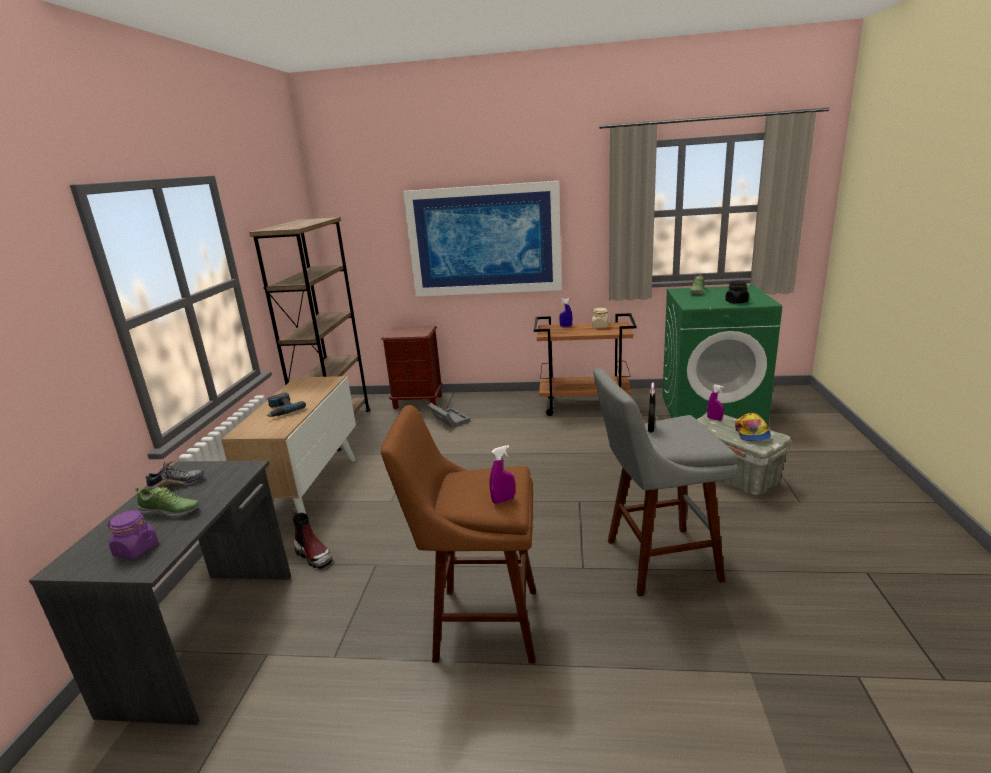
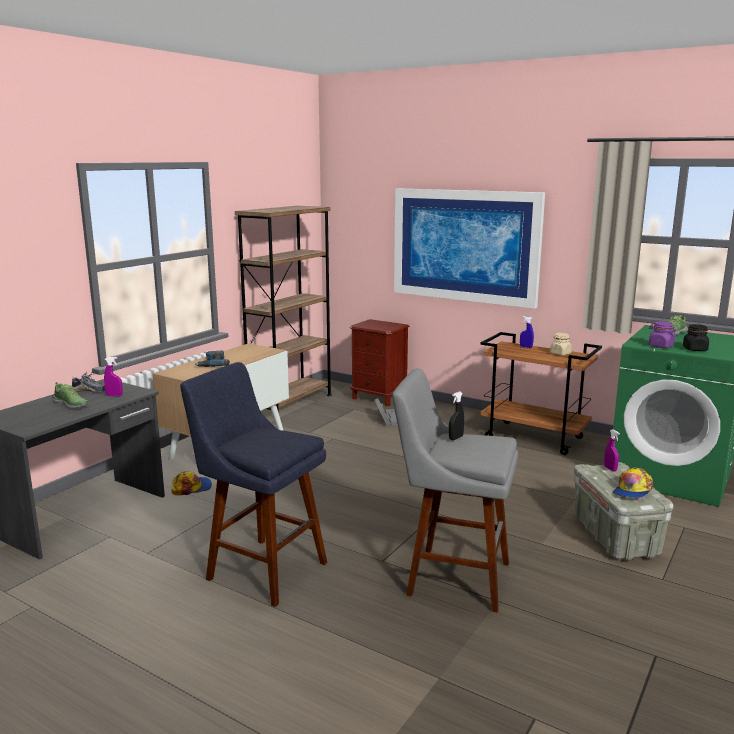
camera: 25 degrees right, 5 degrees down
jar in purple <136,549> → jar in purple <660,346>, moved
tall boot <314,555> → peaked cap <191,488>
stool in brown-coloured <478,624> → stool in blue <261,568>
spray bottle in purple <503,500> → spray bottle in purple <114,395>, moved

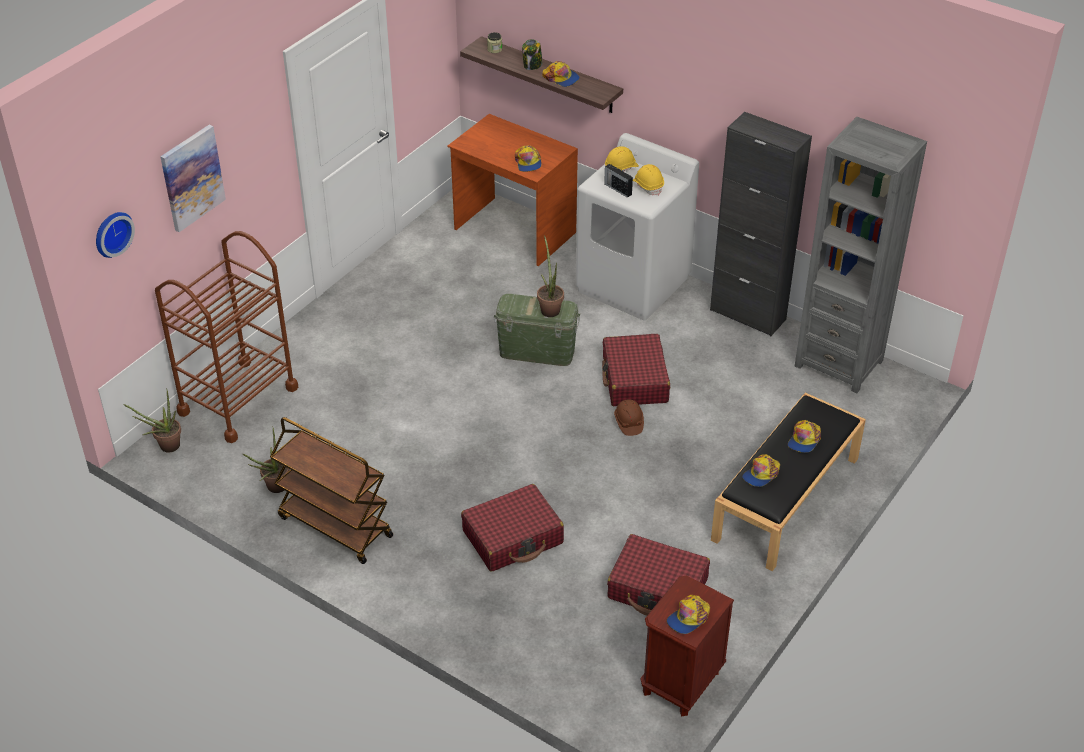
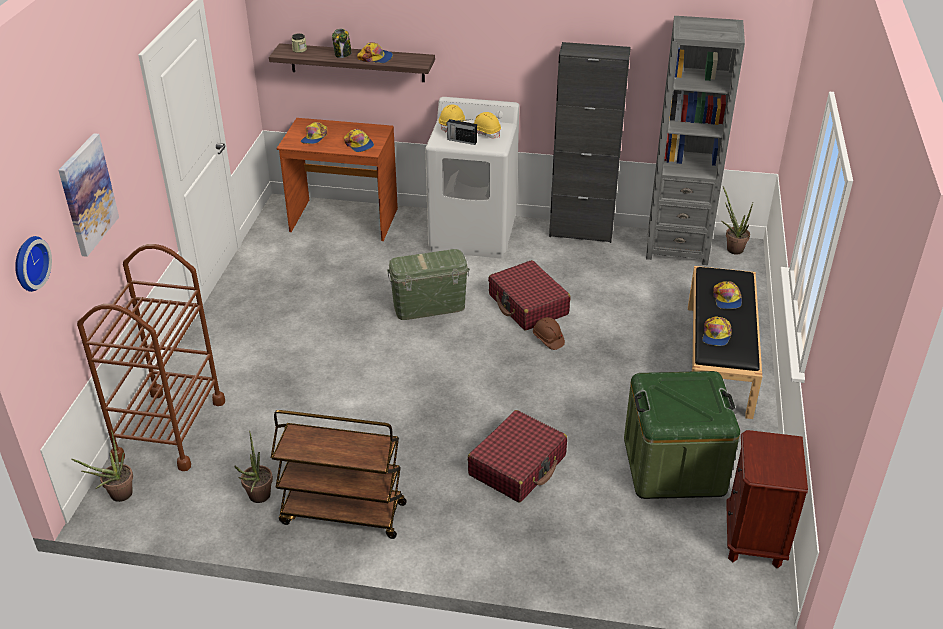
camera: 25 degrees left, 5 degrees down
potted plant <549,308> → potted plant <732,248>, moved
piece of luggage in red-coloured <658,589> → storage bin in green <674,466>
peaked cap <688,618> → peaked cap <314,138>, moved

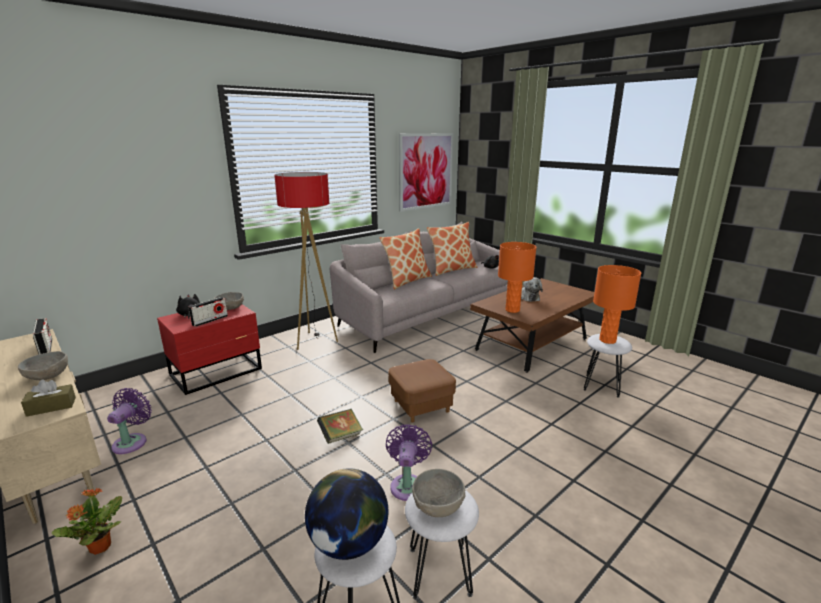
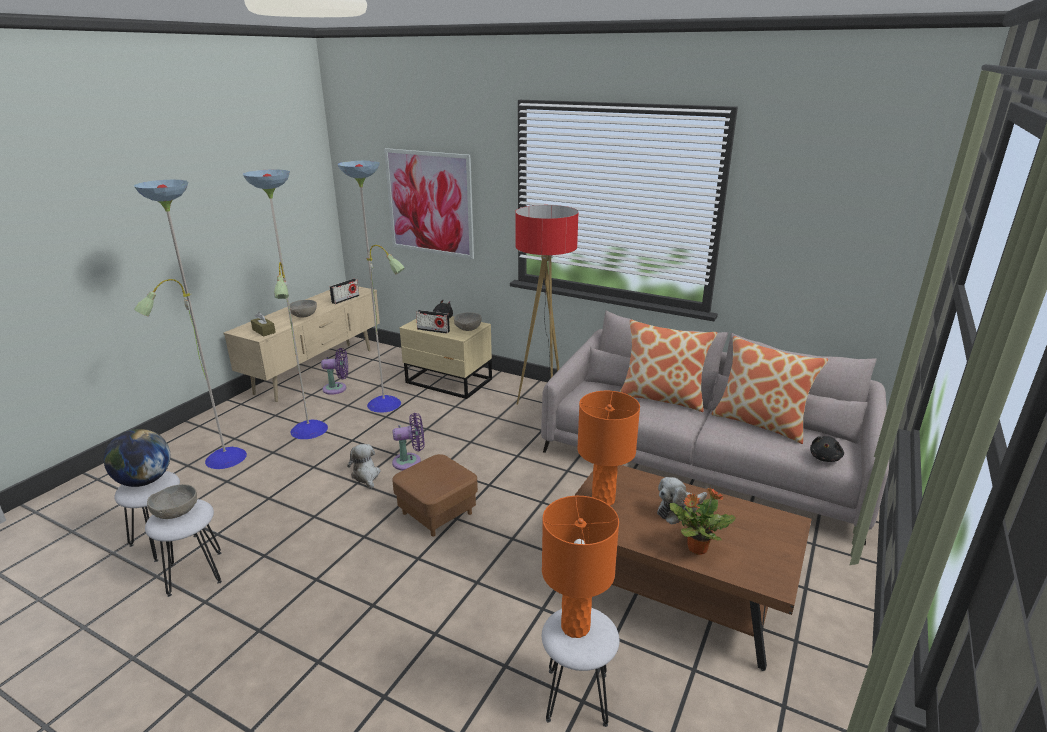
camera: 70 degrees right, 5 degrees up
potted plant <99,547> → potted plant <696,548>, moved
night table in red-coloured <218,372> → night table in sand-coloured <449,382>
volume <340,436> → plush toy <366,476>
fan in purple <408,484> → fan in purple <410,461>, moved
wall picture <426,171> → wall picture <429,203>, moved
- → standing lamp <310,431>

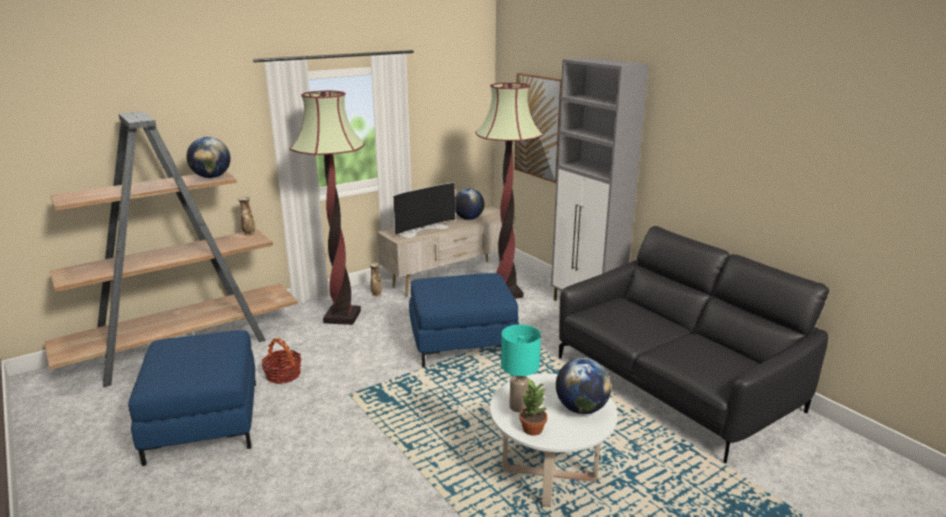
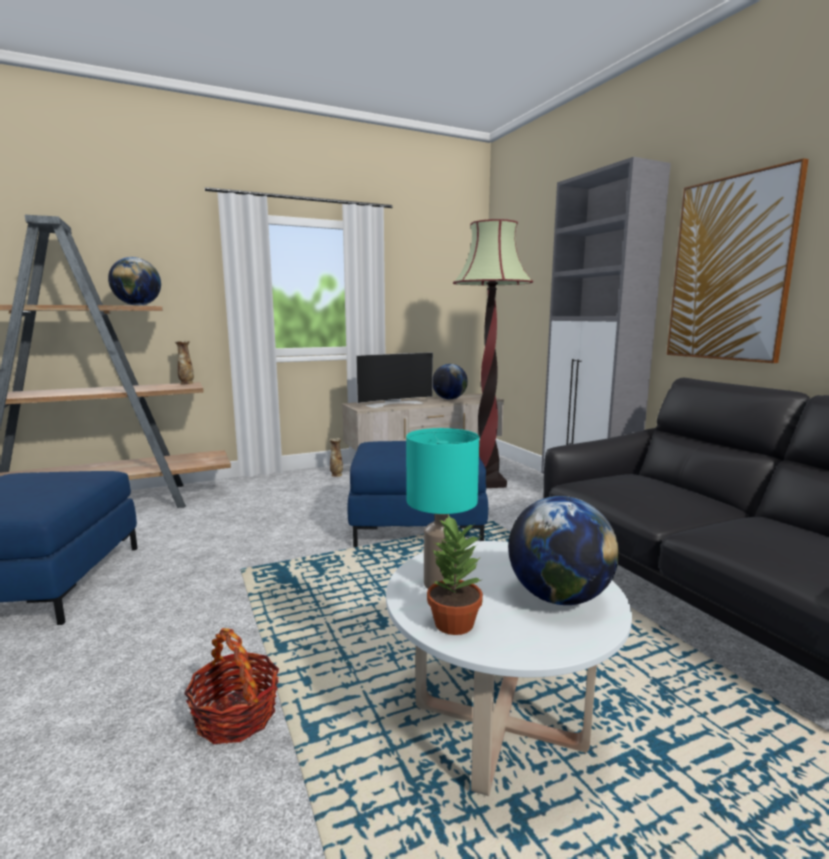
camera: 10 degrees right, 10 degrees down
storage basket <283,375> → storage basket <236,715>, moved
standing lamp <342,317> → -
wall picture <539,127> → wall picture <730,270>, moved

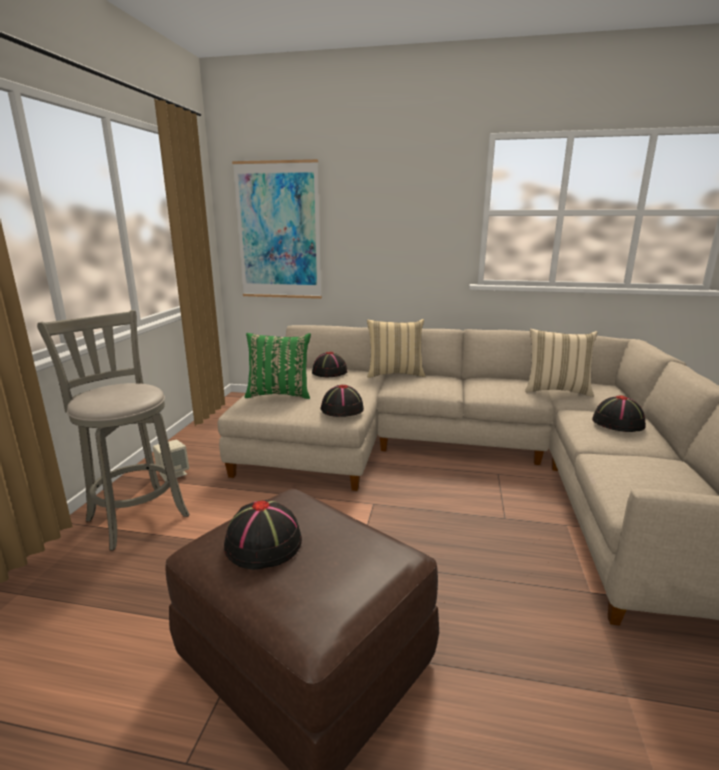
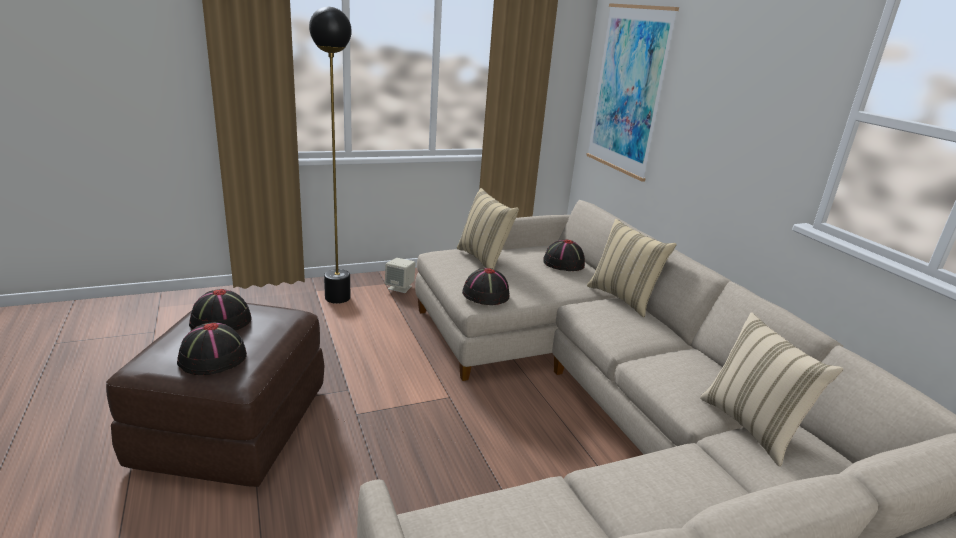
camera: 55 degrees right, 5 degrees up
stool in greyish <136,515> → standing lamp in black <338,298>
cushion in green <279,394> → cushion in sand-coloured <484,259>
wearable hat in black <618,423> → wearable hat in black <212,358>, moved

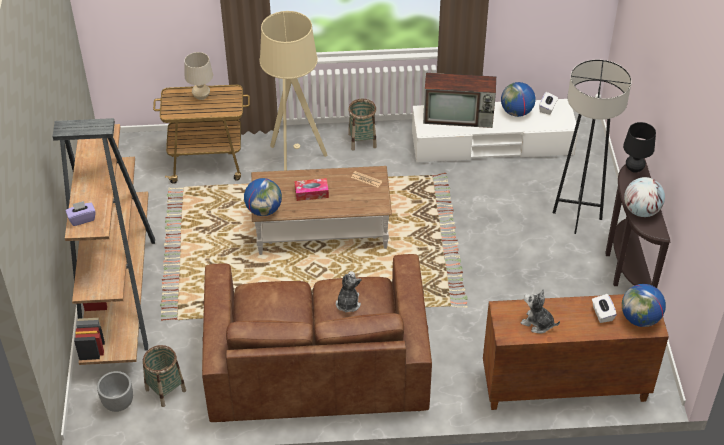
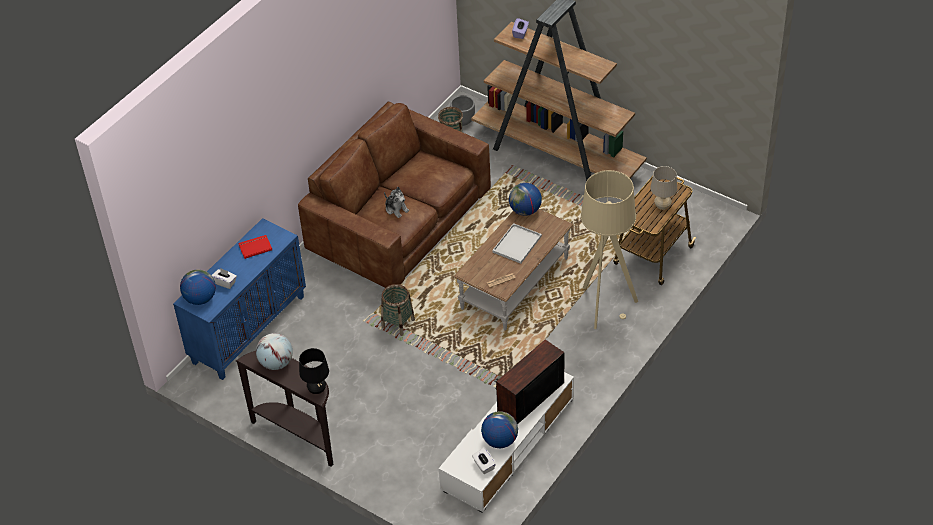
camera: 130 degrees right, 0 degrees up
tissue holder <311,193> → serving tray in white <517,243>
storage basket <362,140> → storage basket <398,323>, moved
cabinet in brown-coloured <563,387> → cabinet in blue <248,329>
plush toy <537,323> → volume in red-coloured <255,247>
standing lamp in greyish <577,216> → -

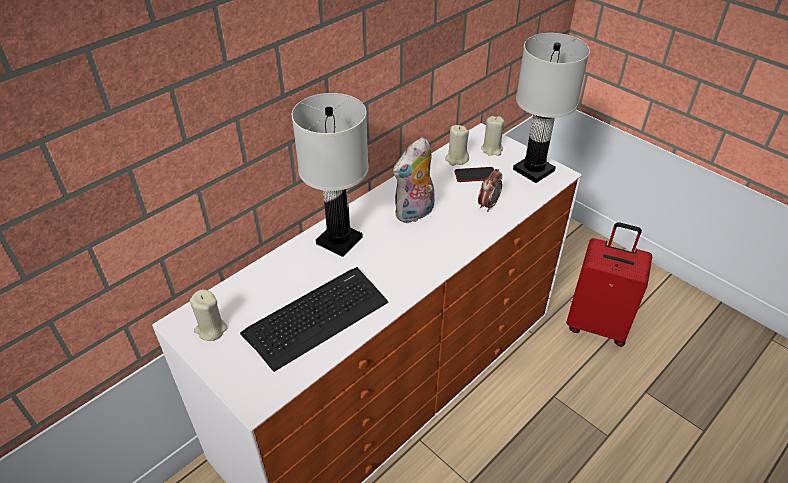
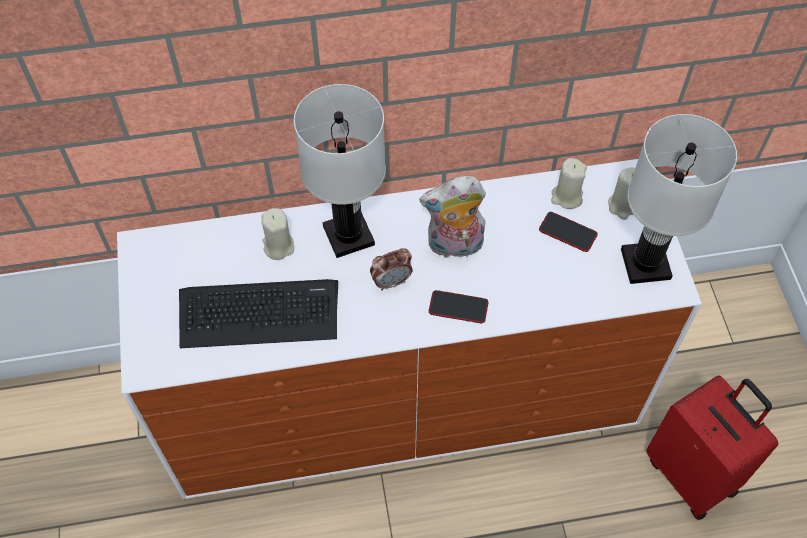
camera: 35 degrees right, 15 degrees up
wax light in sand-coloured <211,329> → wax light in sand-coloured <278,246>, moved
bedside clock <488,205> → bedside clock <391,281>, moved
- → phone <458,307>

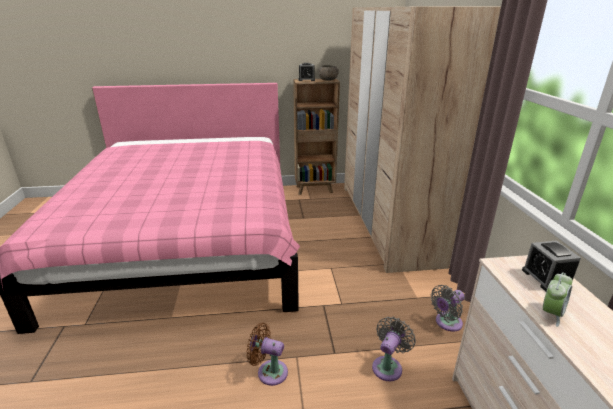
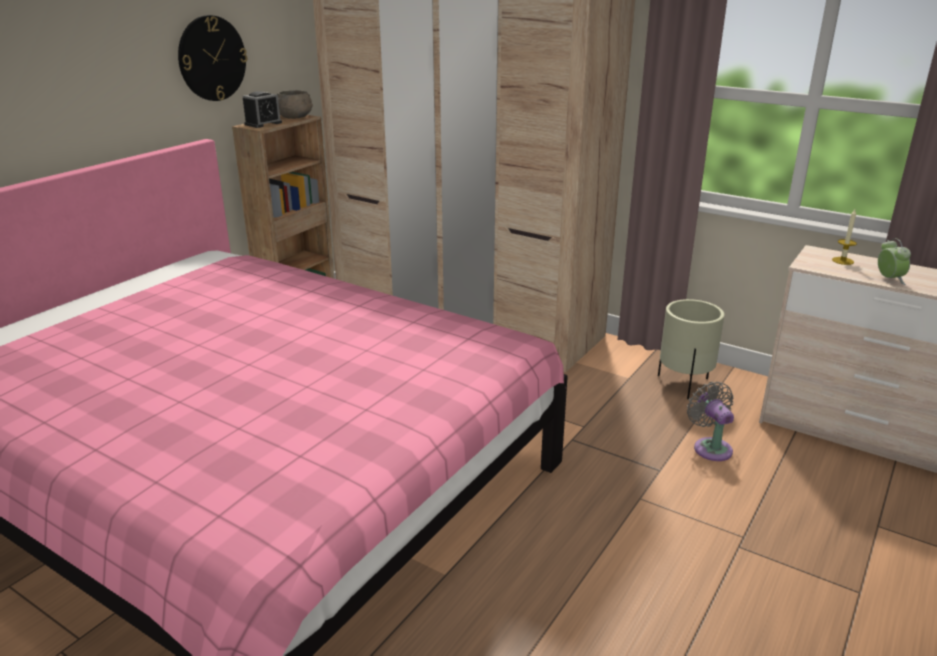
camera: 50 degrees left, 0 degrees up
fan in brown-coloured <269,371> → -
fan in greyish <446,323> → planter in sand-coloured <684,384>
bedside clock <545,279> → wax light <842,261>
- → clock on the wall <212,58>

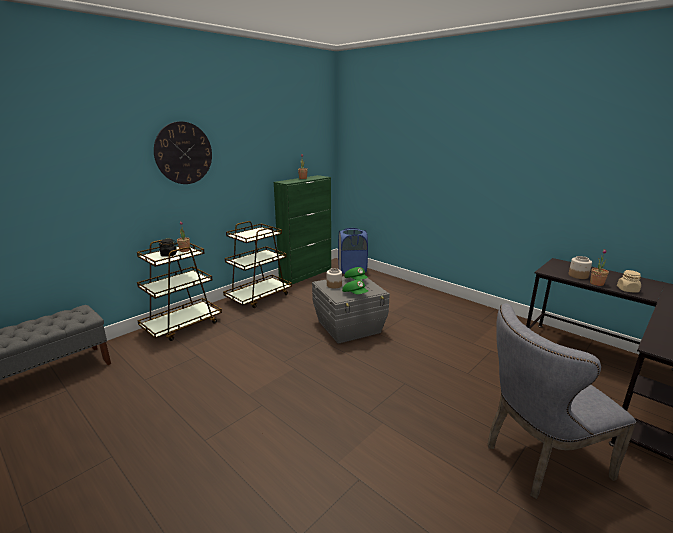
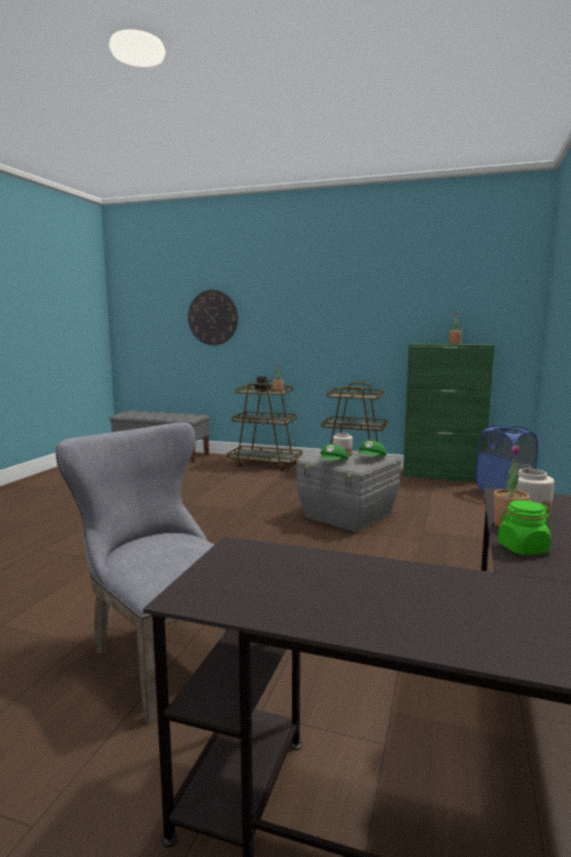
camera: 65 degrees right, 10 degrees down
clock on the wall <183,153> → clock on the wall <213,317>, moved
jar in sand-coloured <627,290> → jar in green <522,548>

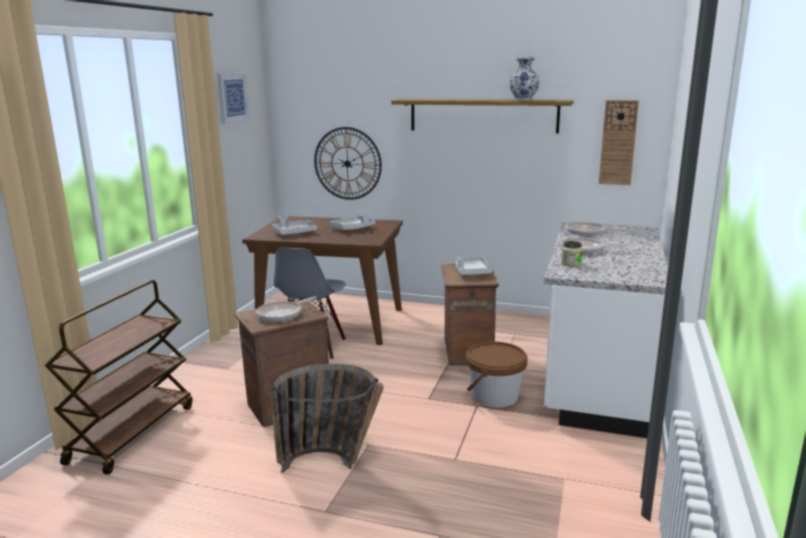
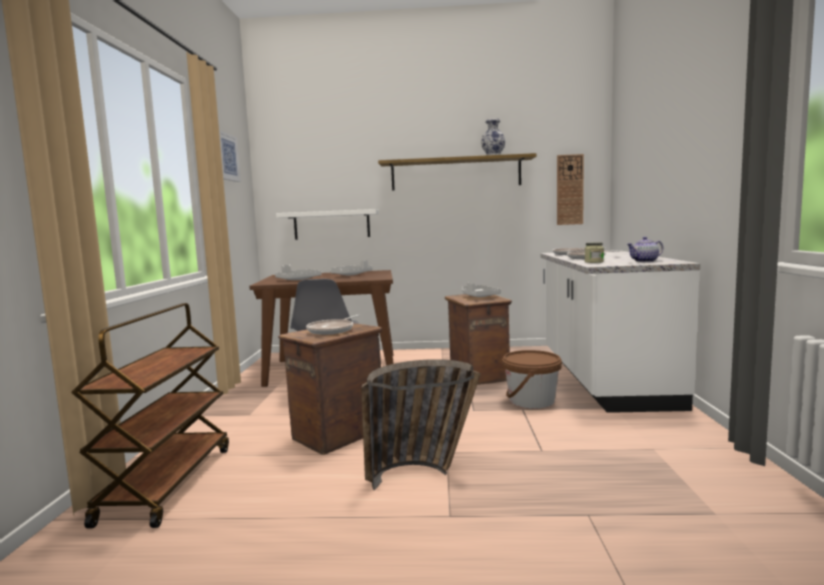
camera: 15 degrees left, 10 degrees down
clock on the wall <347,163> → bracket shelf in white <331,225>
- → tea pot <644,261>

